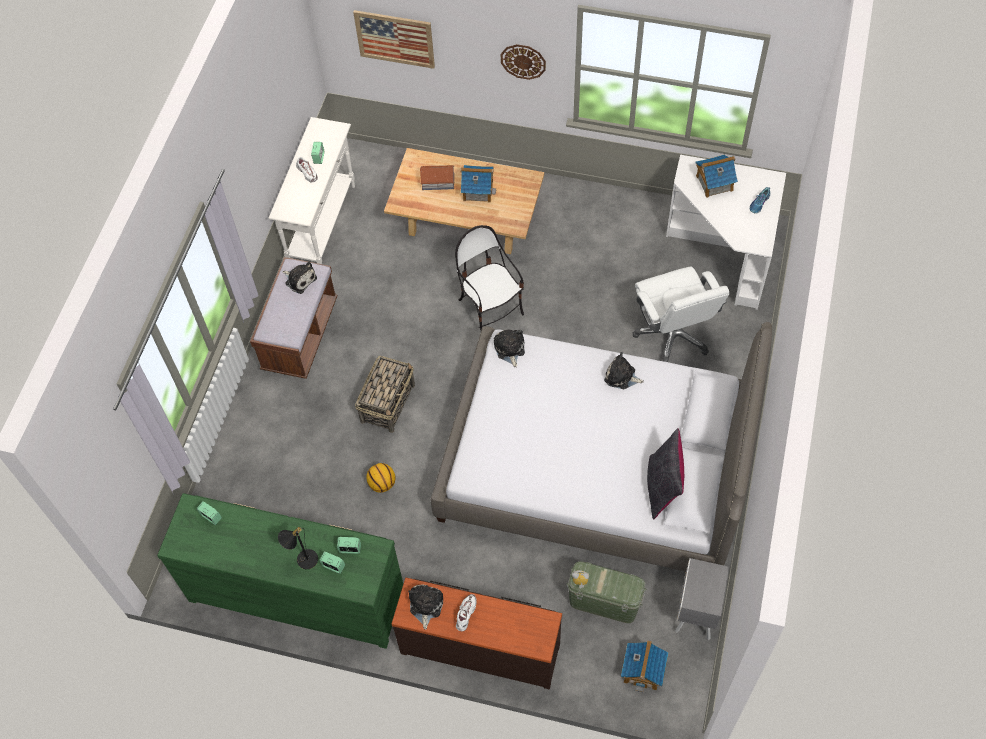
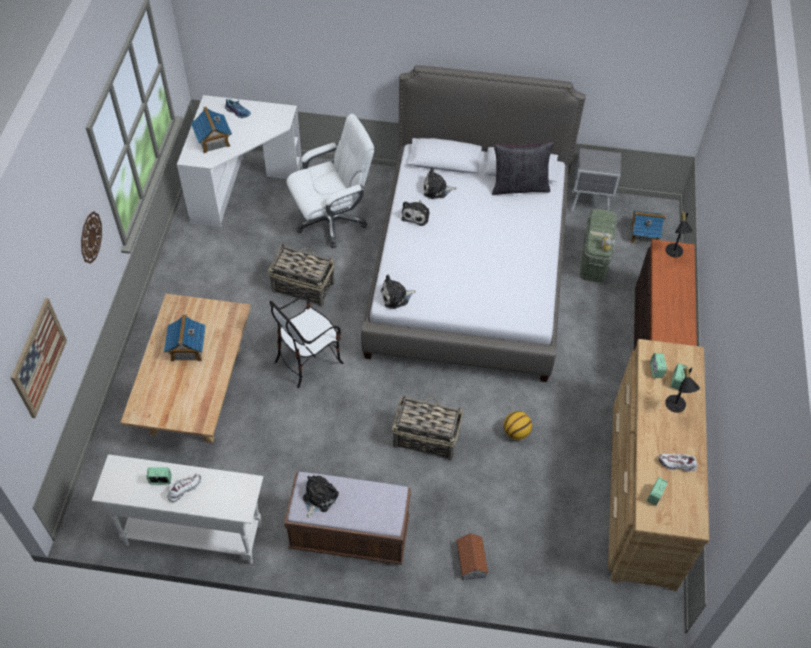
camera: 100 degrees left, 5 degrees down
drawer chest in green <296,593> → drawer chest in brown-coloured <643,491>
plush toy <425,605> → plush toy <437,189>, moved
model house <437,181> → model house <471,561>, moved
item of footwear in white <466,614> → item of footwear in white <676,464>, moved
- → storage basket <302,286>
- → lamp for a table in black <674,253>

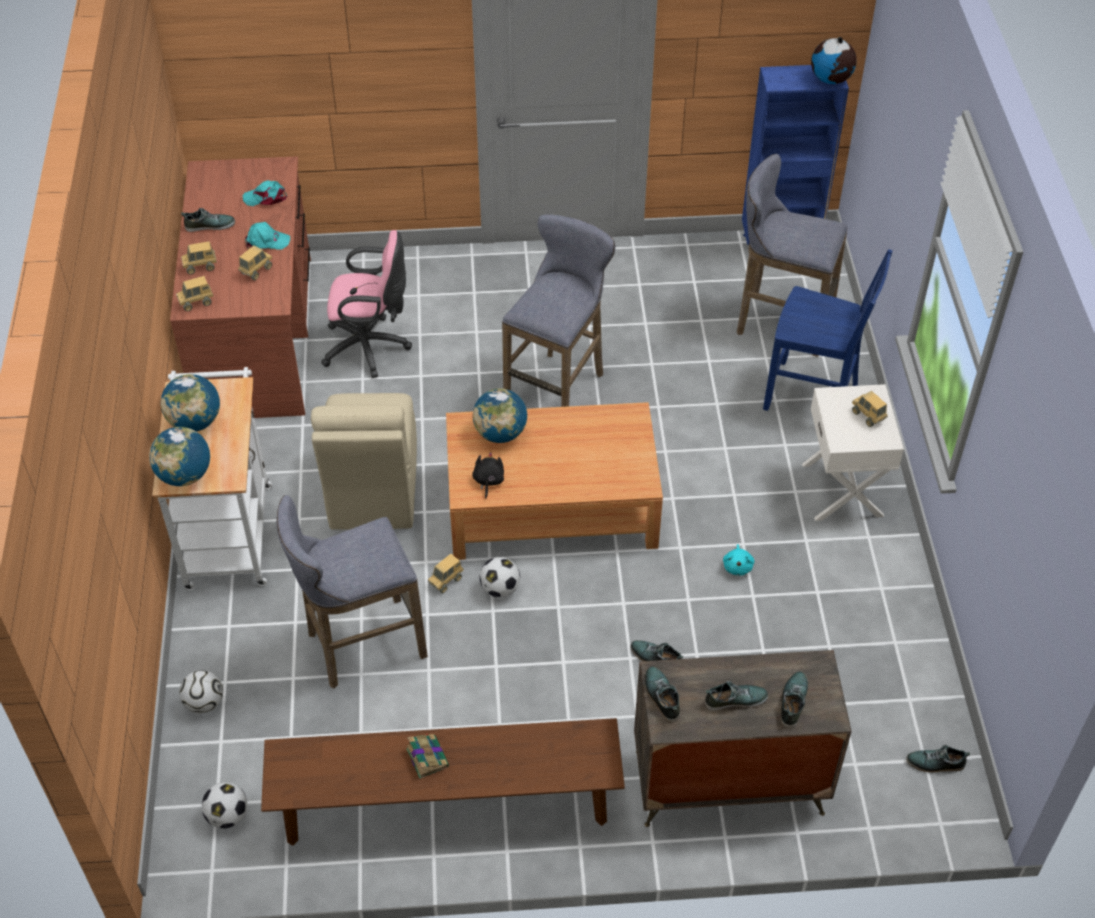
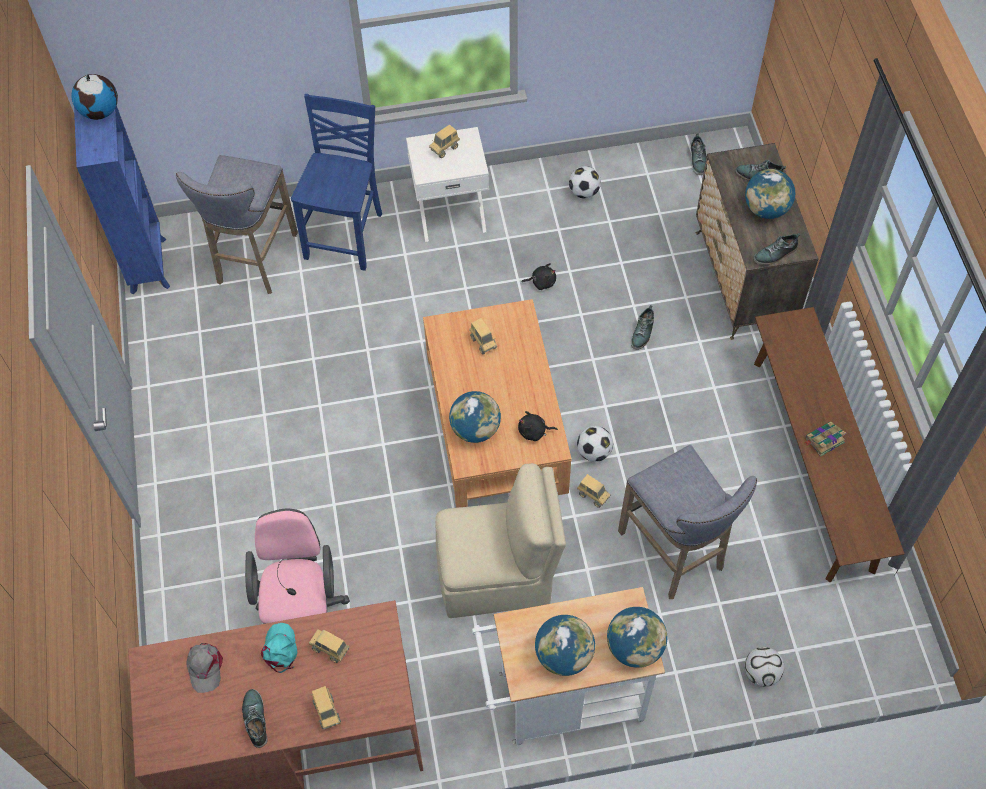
camera: 95 degrees left, 10 degrees up
model truck <196,302> → model truck <483,343>, moved
football ball <227,816> → football ball <584,192>, moved
peaked cap in turquoise-coloured <265,197> → peaked cap in greyish <205,667>
stool in greyish <558,387> → -
item of footwear <735,699> → world globe <766,209>
plush toy in turquoise-coloured <737,566> → plush toy in black <541,282>

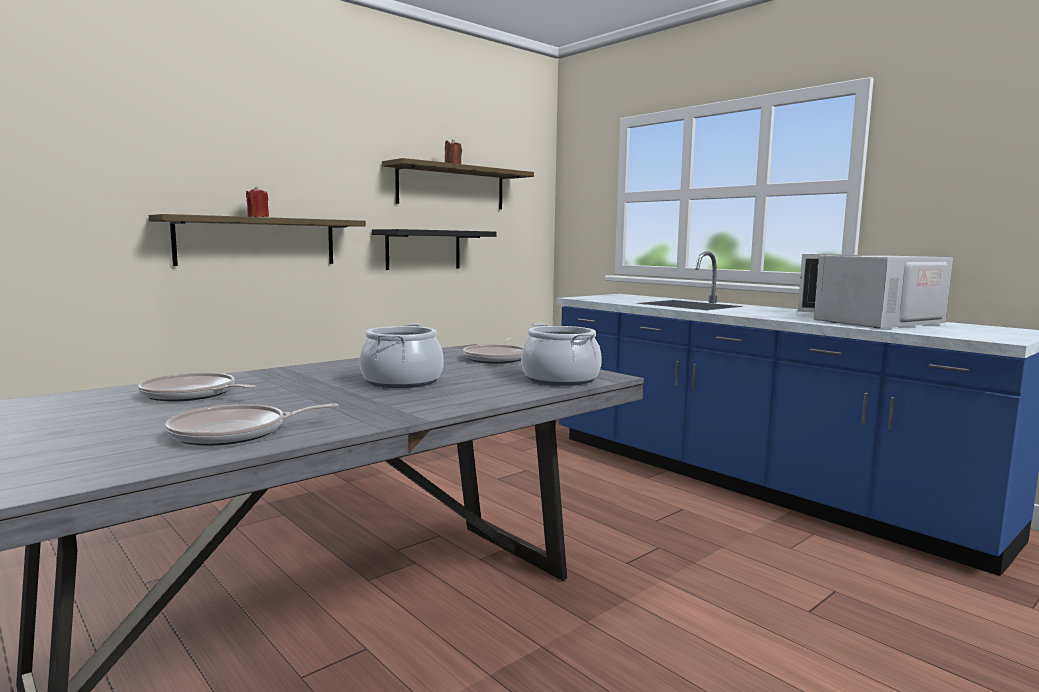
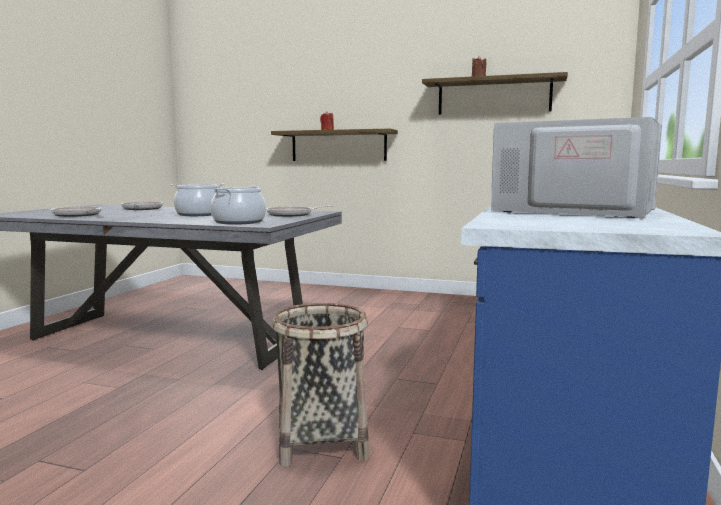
camera: 60 degrees right, 0 degrees up
bracket shelf in black <423,249> → -
- → storage basket <321,441>

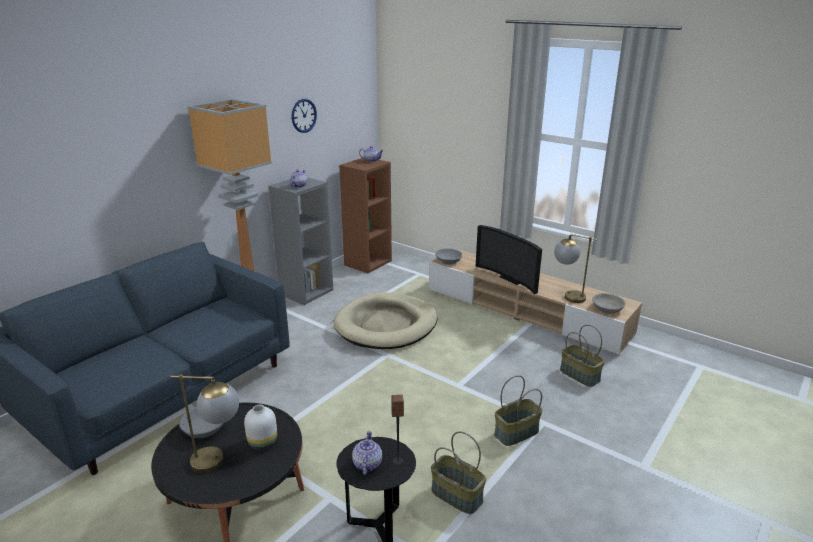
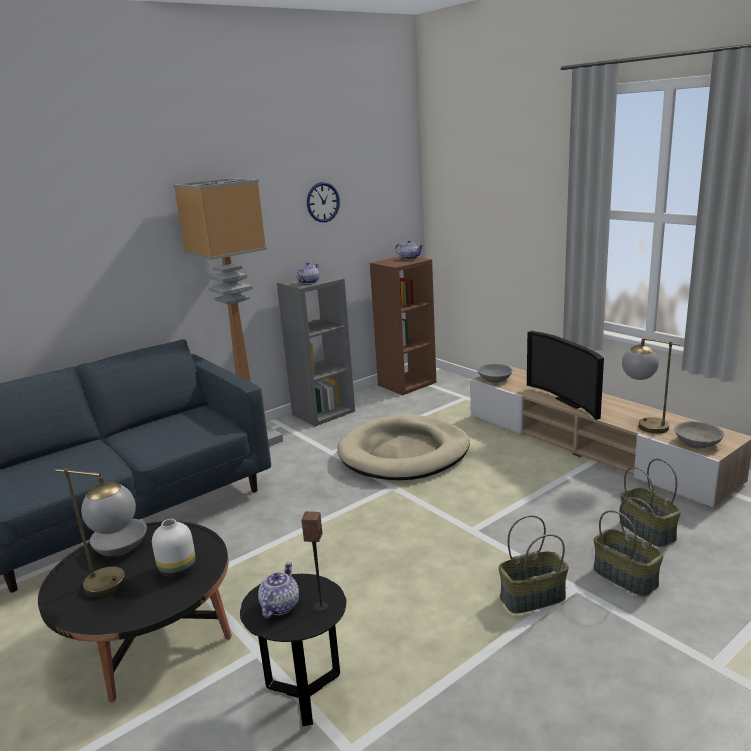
camera: 15 degrees right, 5 degrees down
storage basket <457,495> → storage basket <626,577>, moved

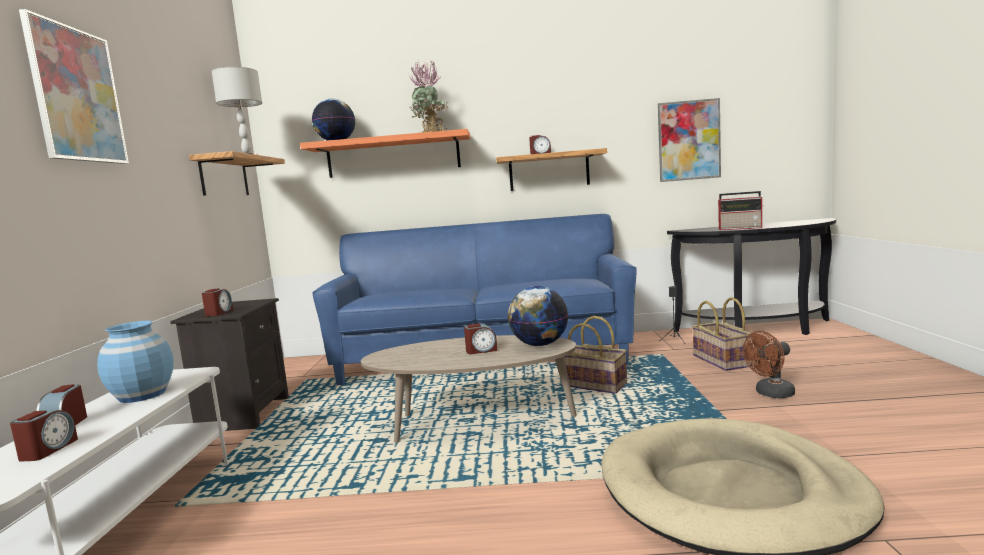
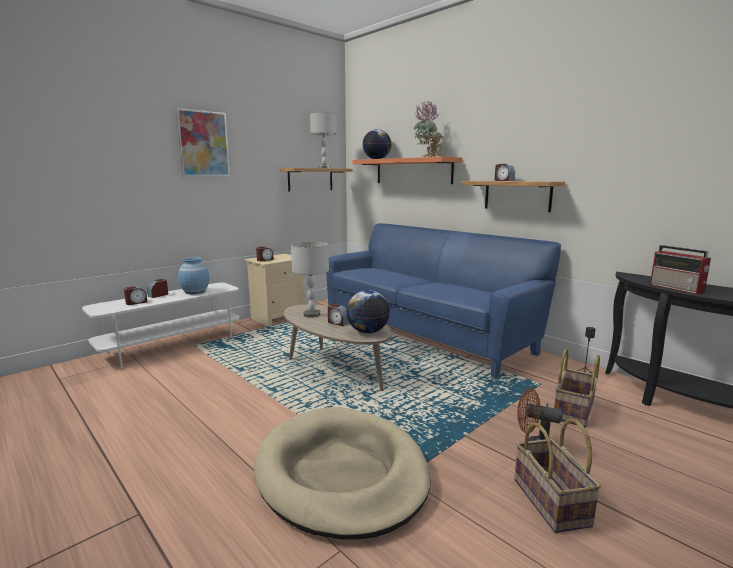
camera: 45 degrees right, 5 degrees up
night table in black <244,413> → night table in sand-coloured <278,317>
storage basket <594,385> → storage basket <552,502>, moved
wall picture <688,140> → -
- → lamp for a table in greyish <311,315>

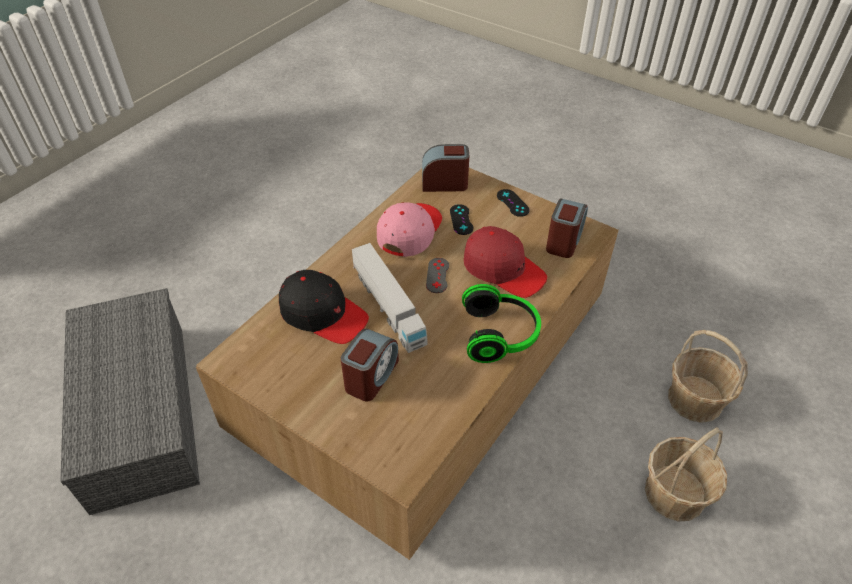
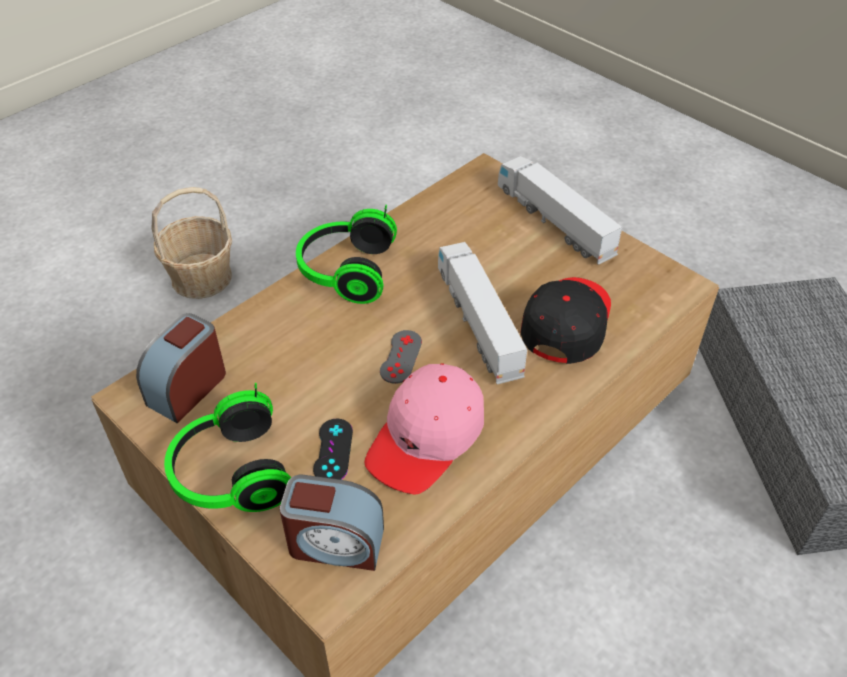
camera: 170 degrees left, 0 degrees up
peaked cap in black <323,314> → peaked cap in black <566,323>, 75 degrees clockwise
bedside clock <371,376> → -
peaked cap in red-coloured <503,269> → -
game controller in black <512,203> → headphones <229,474>
storage basket <695,400> → -
- → model truck <554,221>

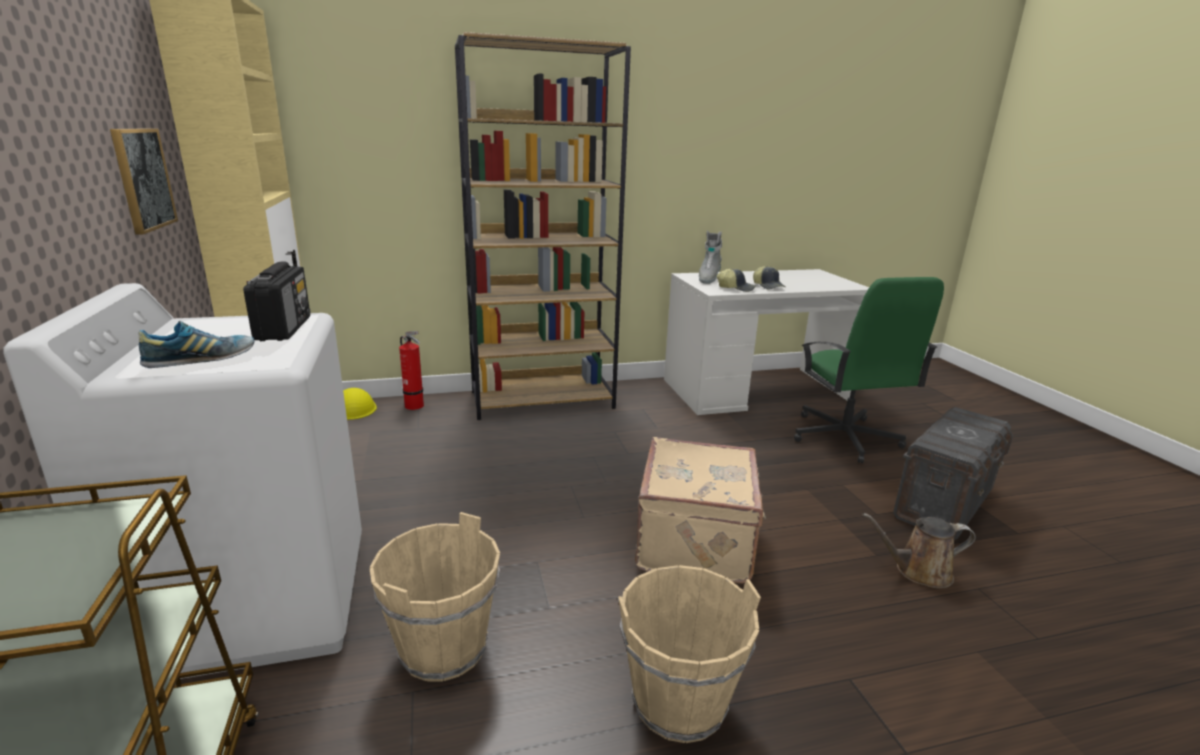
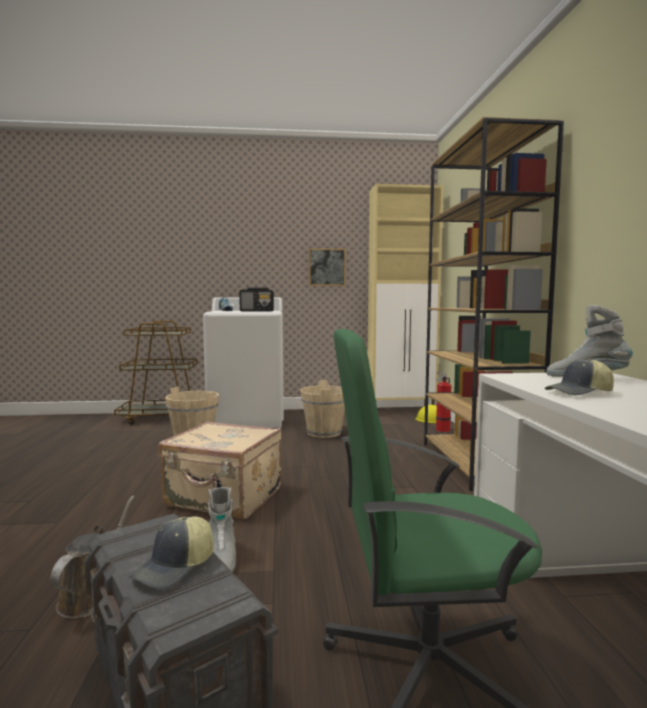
camera: 100 degrees right, 15 degrees down
water bucket in sand-coloured <679,703> → water bucket in sand-coloured <323,433>, moved
peaked cap <736,288> → peaked cap <176,568>, moved
- → tall boot in greyish <221,559>

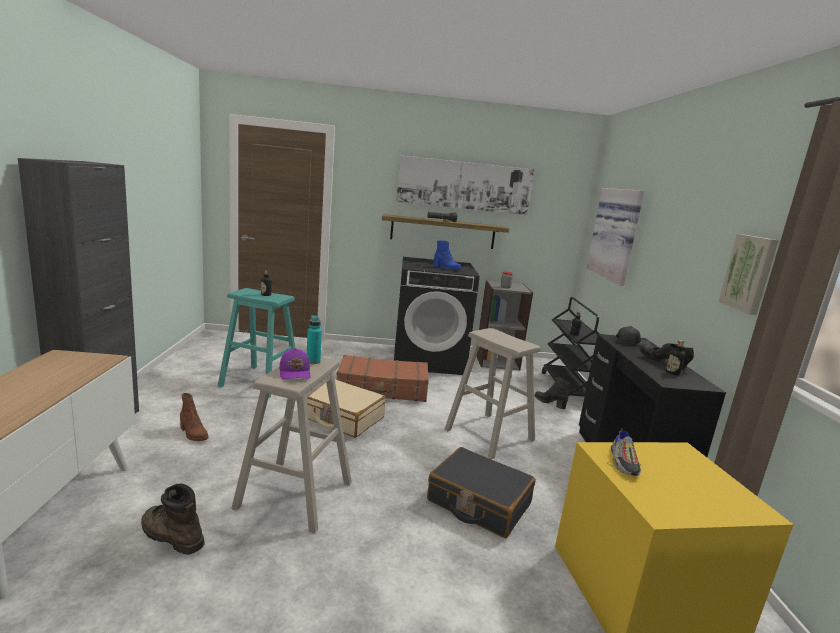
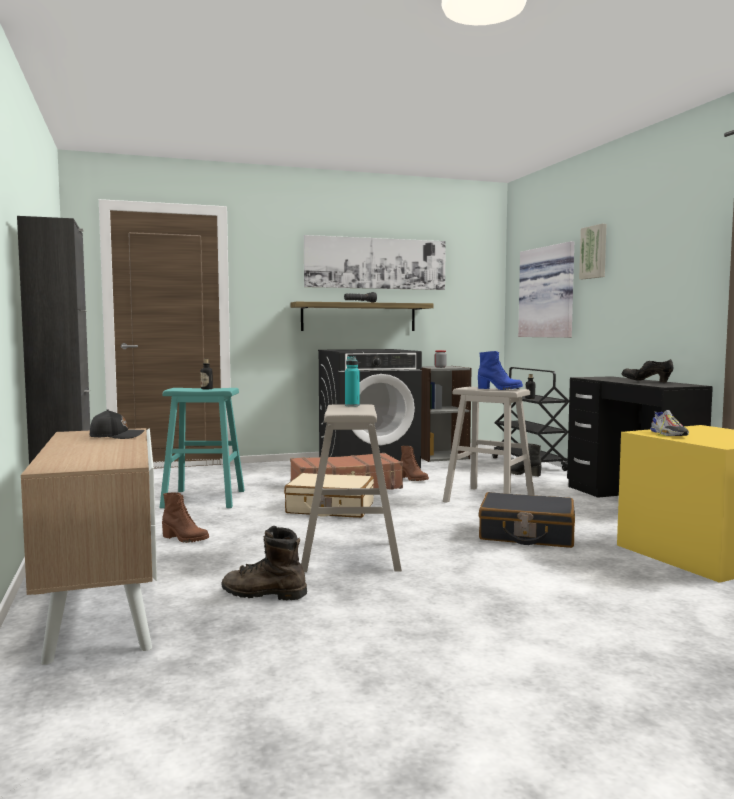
camera: 15 degrees left, 10 degrees down
peaked cap in purple <295,372> → -
tall boot in blue <446,268> → tall boot in blue <499,389>, moved
peaked cap in black <631,342> → peaked cap in black <116,436>, moved
beverage bottle <672,373> → -
wall picture <749,273> → wall picture <594,252>, moved
- → tall boot in brown-coloured <413,479>

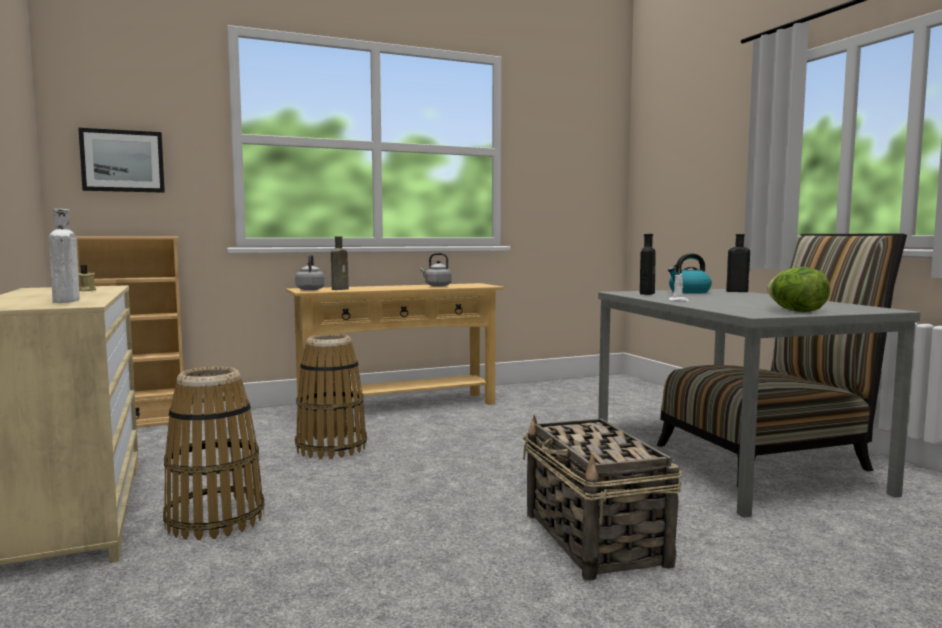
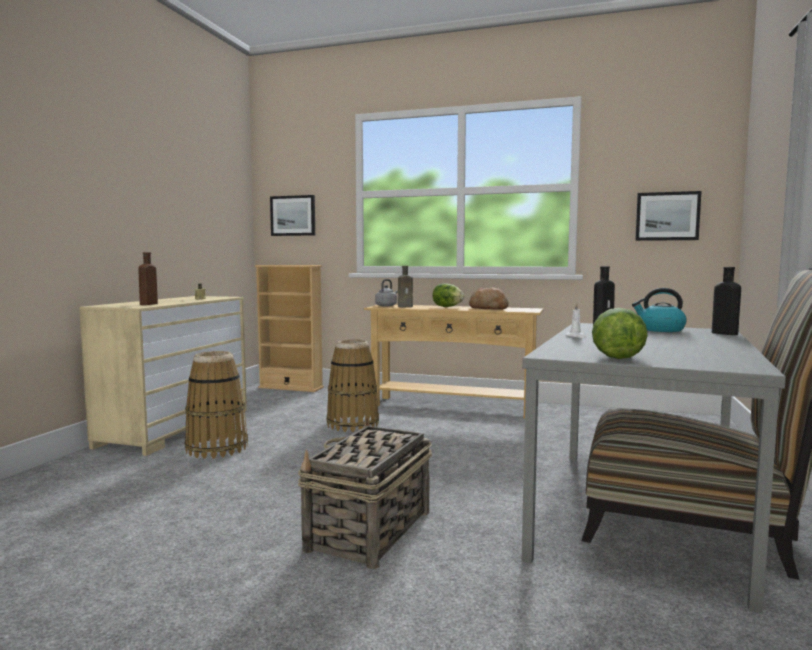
camera: 40 degrees right, 0 degrees up
beverage bottle in white <66,301> → beverage bottle in brown-coloured <147,304>
tea kettle in greyish <436,286> → bakery bread <488,308>
- → lettuce head <447,307>
- → wall picture <667,216>

